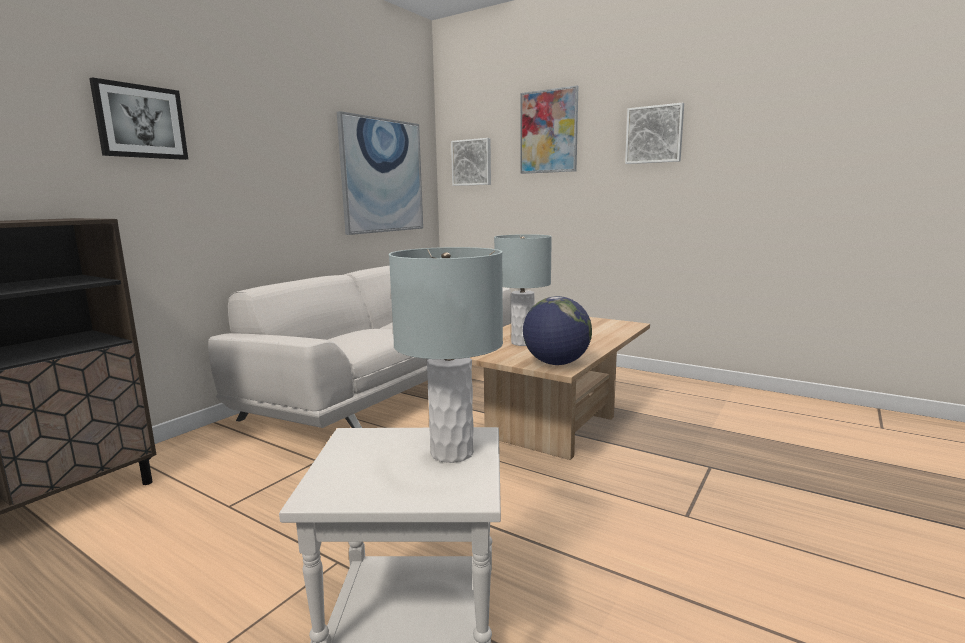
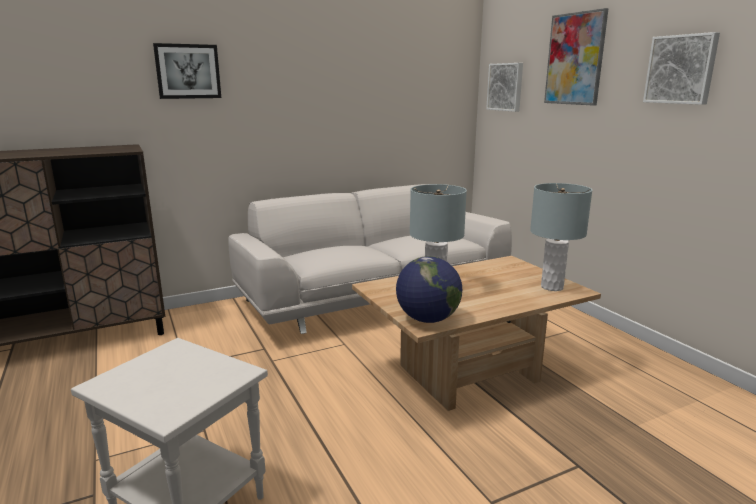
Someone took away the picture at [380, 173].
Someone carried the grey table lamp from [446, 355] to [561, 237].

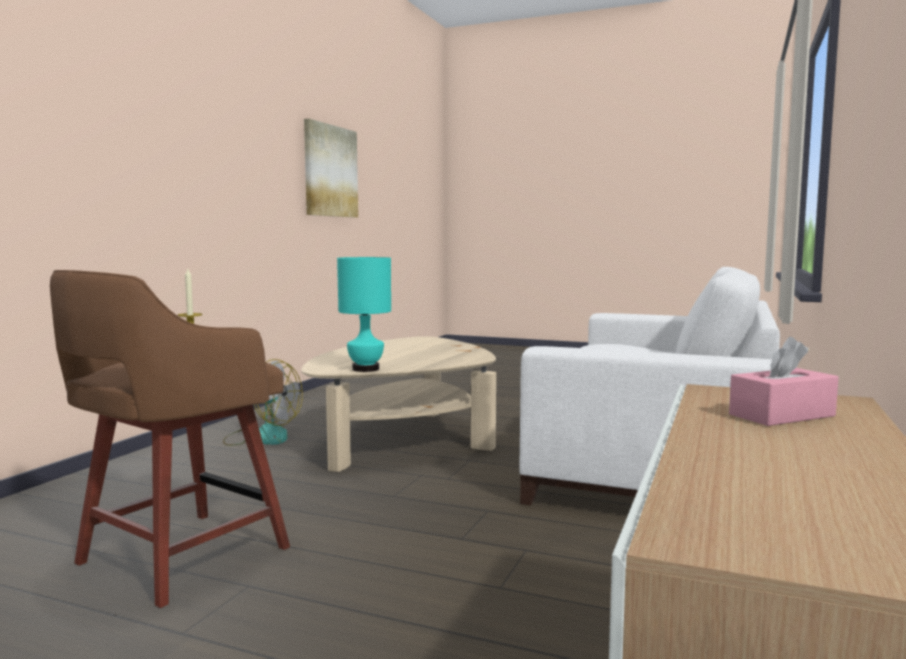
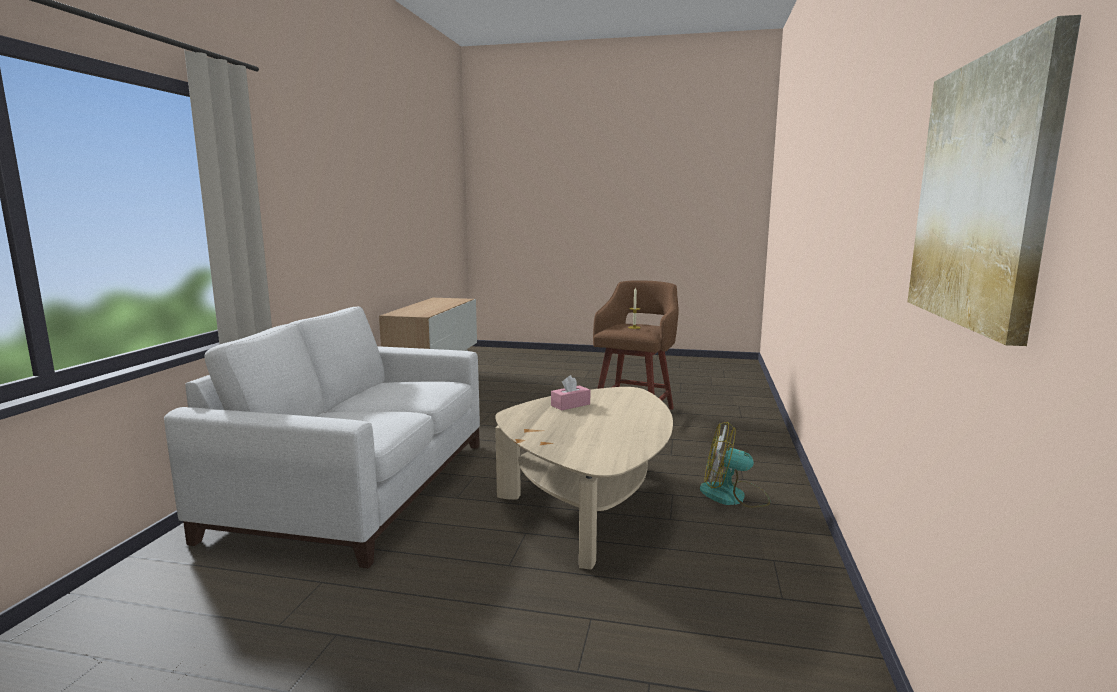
Someone took away the turquoise table lamp at [364, 314].
Someone carried the pink tissue box from [784, 381] to [570, 393].

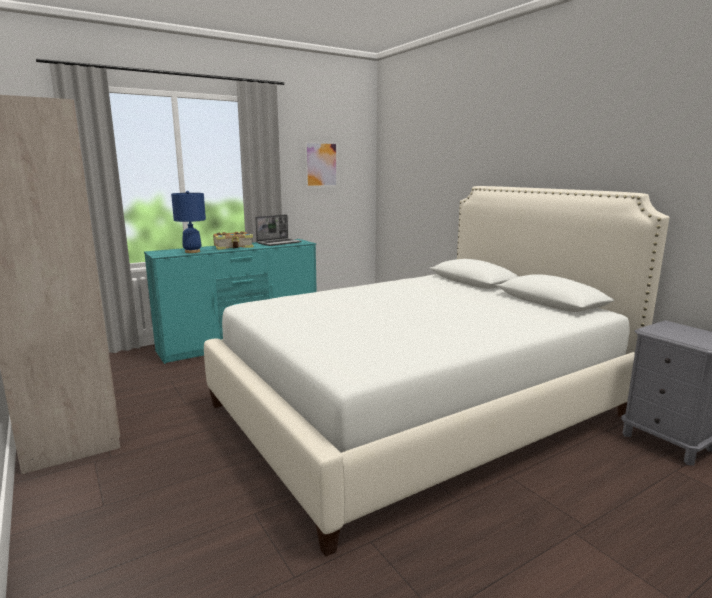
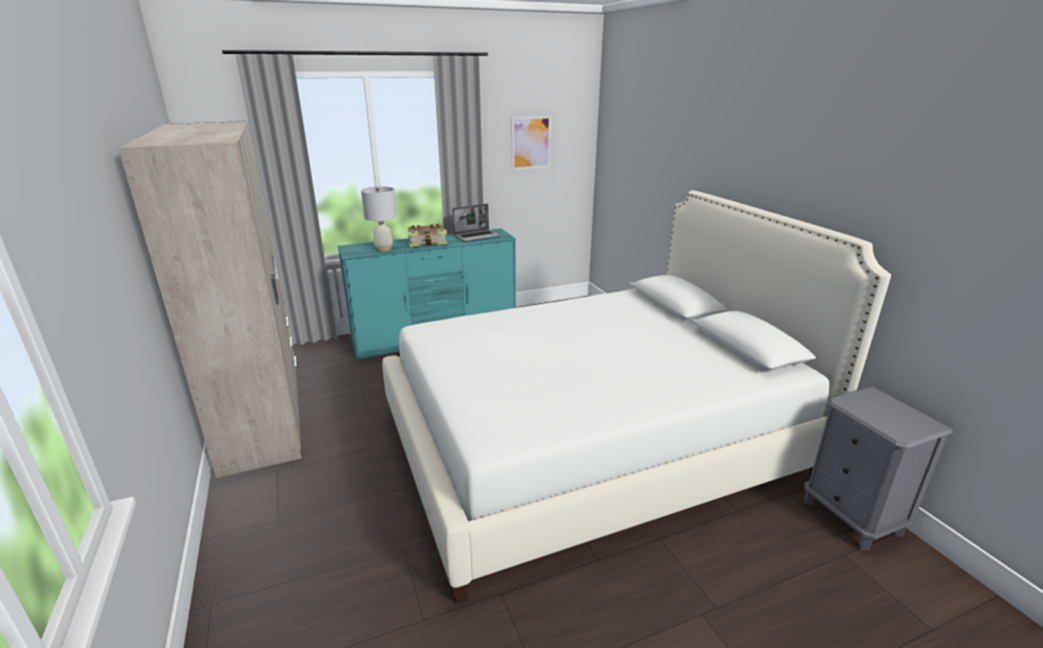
Someone repainted the blue table lamp at [188, 222], which became the white table lamp at [379, 219].

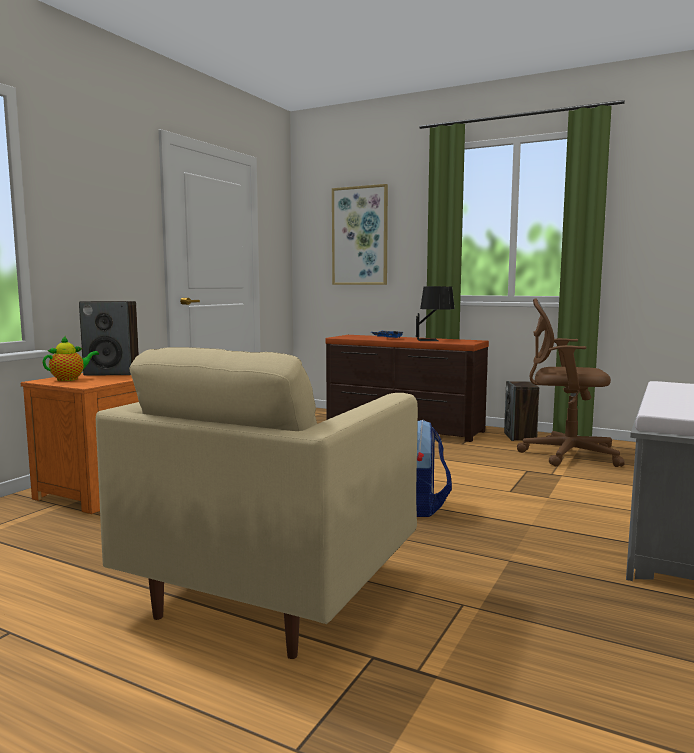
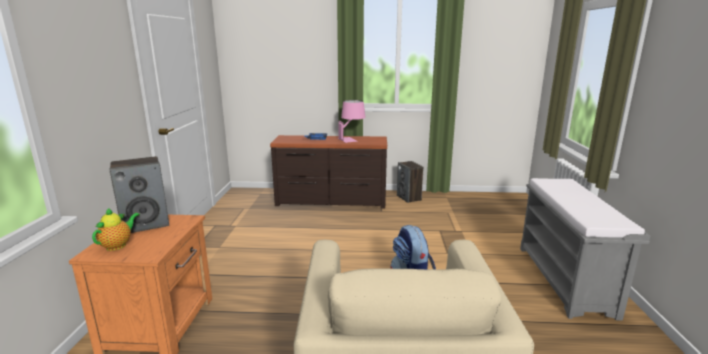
Someone took away the picture at [360, 234].
Someone repainted the black table lamp at [435, 313], which became the pink table lamp at [352, 121].
Someone took away the brown office chair at [571, 382].

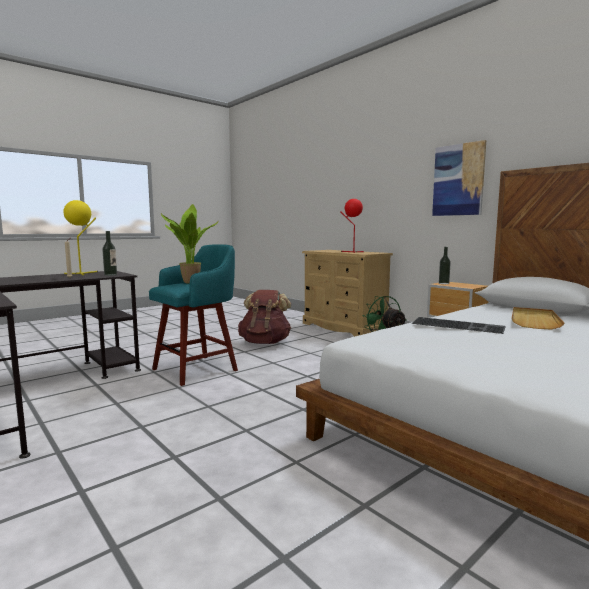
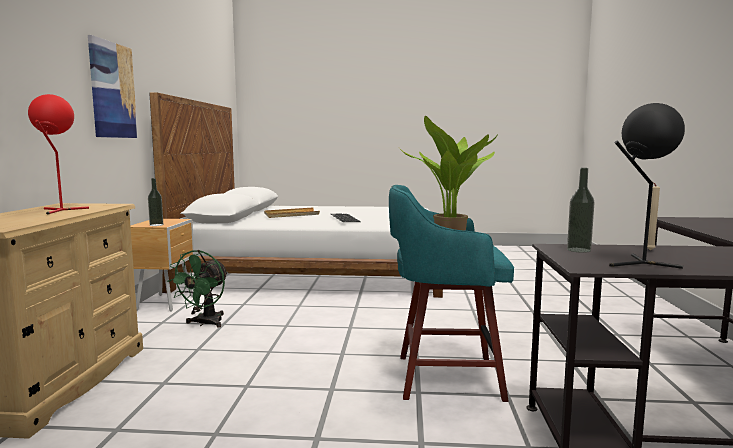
Someone repainted the yellow table lamp at [80, 237], which became the black table lamp at [647, 186].
Someone took away the brown backpack at [264, 317].

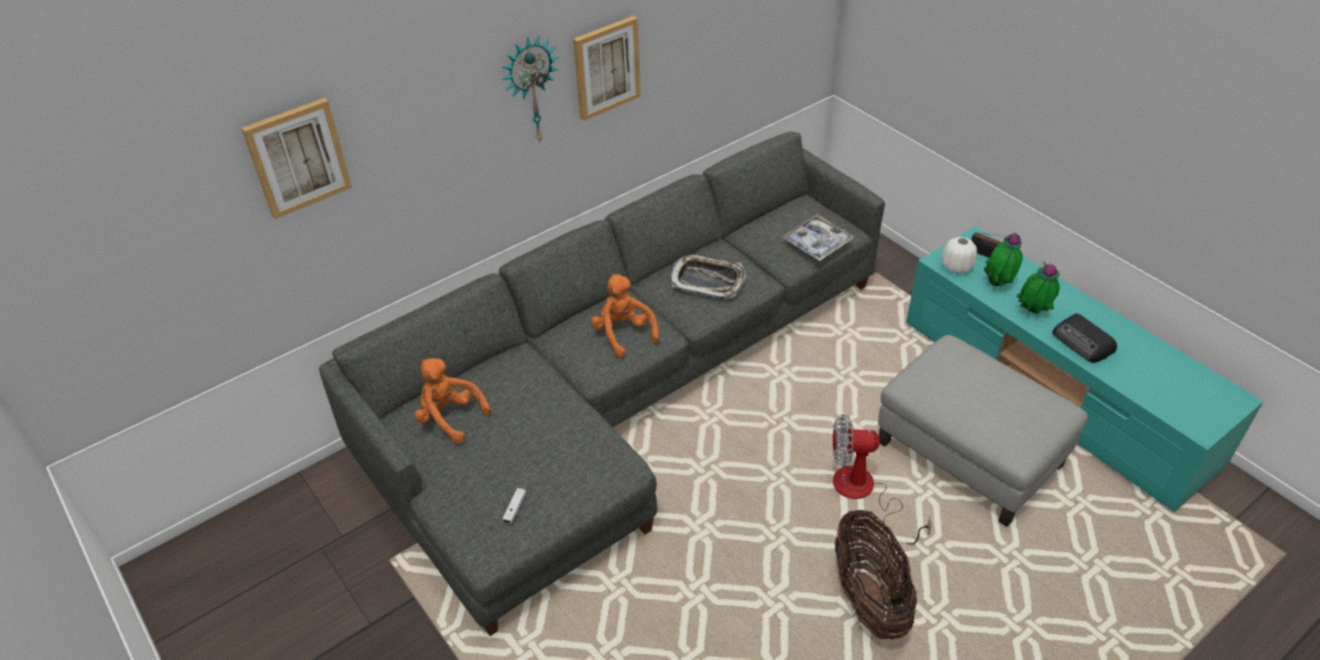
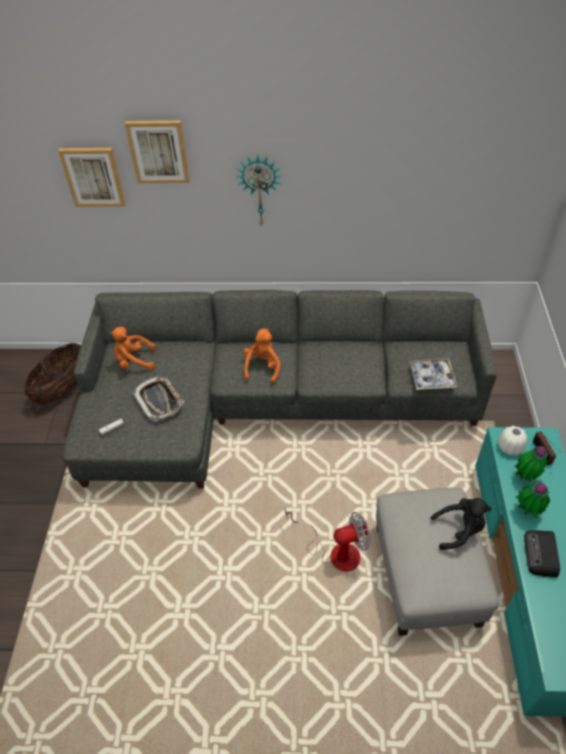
Someone carried the picture from [607, 68] to [157, 151].
Someone carried the tray from [708, 276] to [158, 399].
Someone rotated the orange plush toy at [452, 401] by 75 degrees counterclockwise.
Someone rotated the fan at [882, 479] by 120 degrees clockwise.
Someone carried the basket from [876, 575] to [52, 373].
Someone put down the black plush toy at [461, 524].

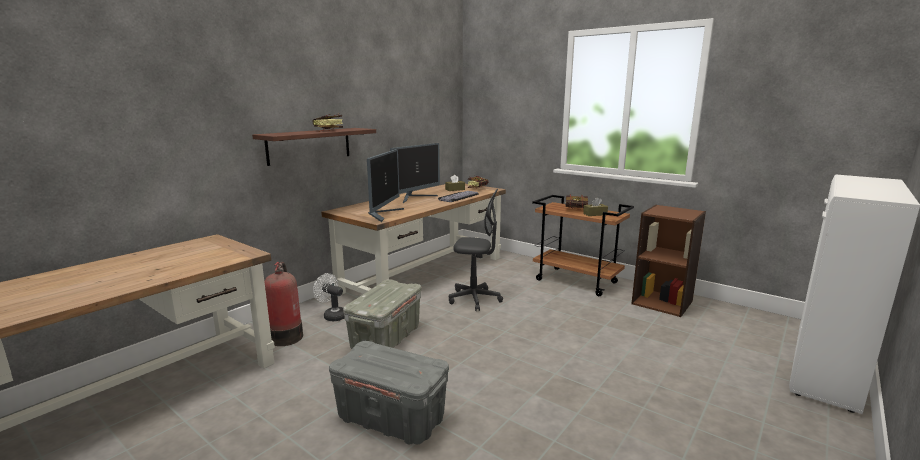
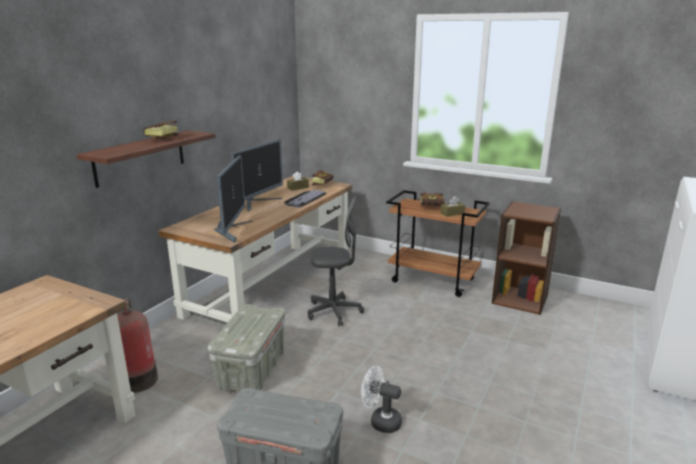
Someone carried the white fan from [329, 297] to [381, 399].

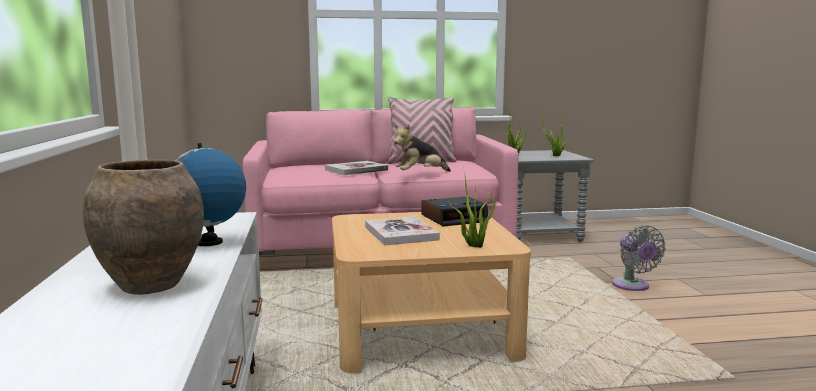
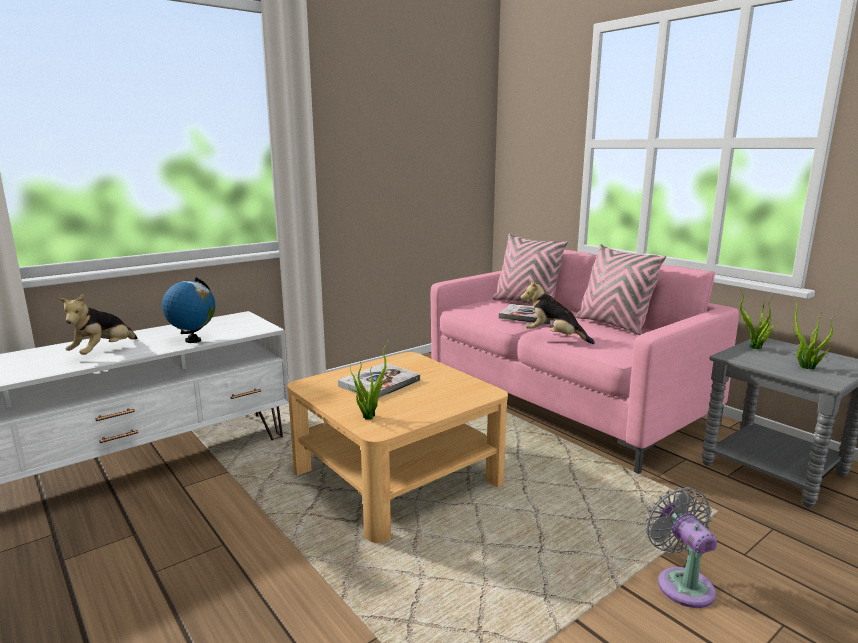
Someone swapped the brown vase at [143, 227] for the plush toy at [97, 324].
Someone took away the alarm clock at [454, 211].
Someone rotated the grey fan at [639, 258] by 120 degrees clockwise.
Someone put down the pink pillow at [530, 269].

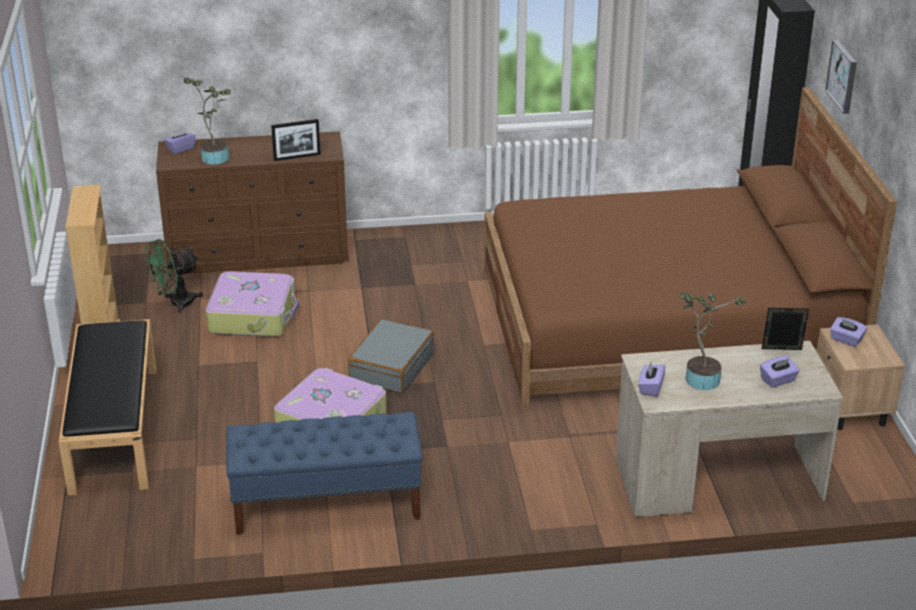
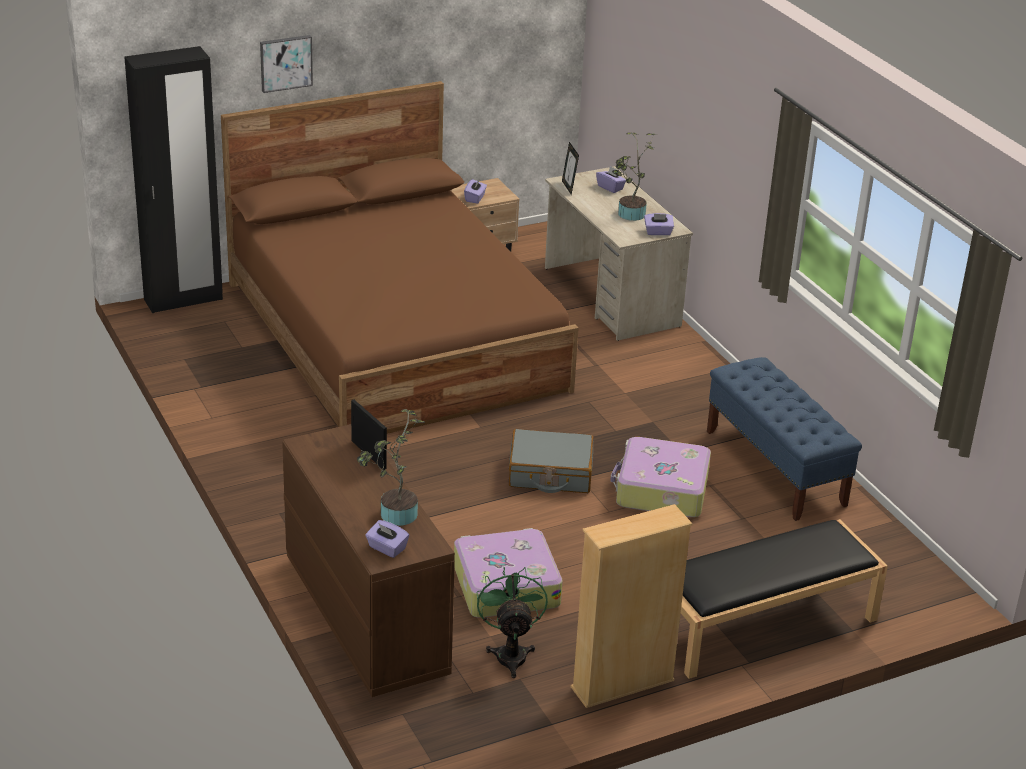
Someone rotated the green fan at [173, 276] by 135 degrees counterclockwise.

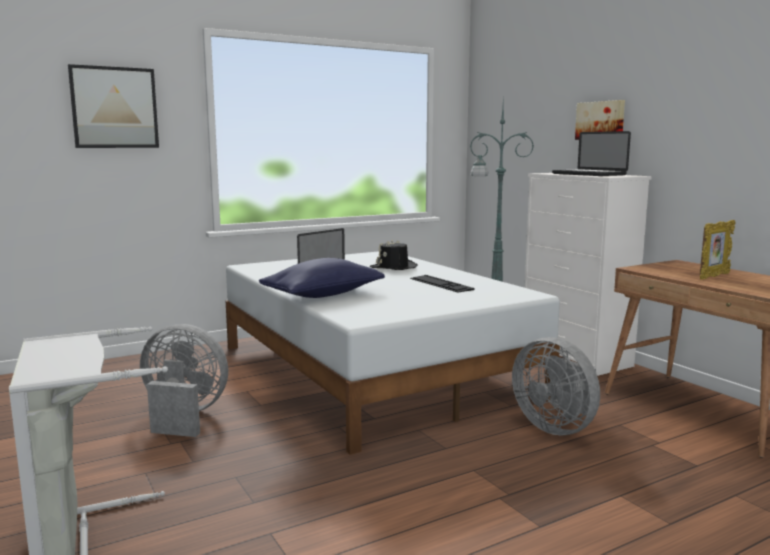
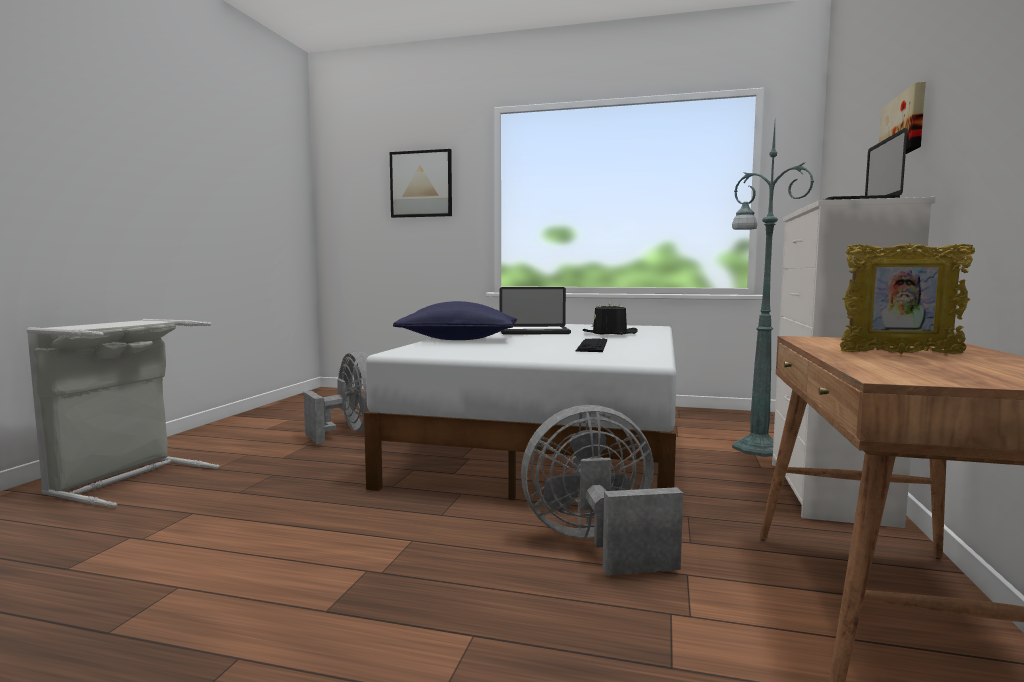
Someone rotated the grey fan at [556, 386] by 75 degrees clockwise.

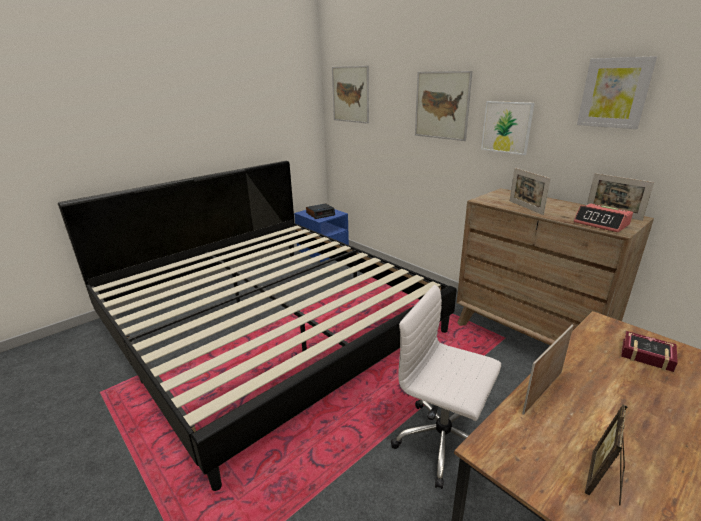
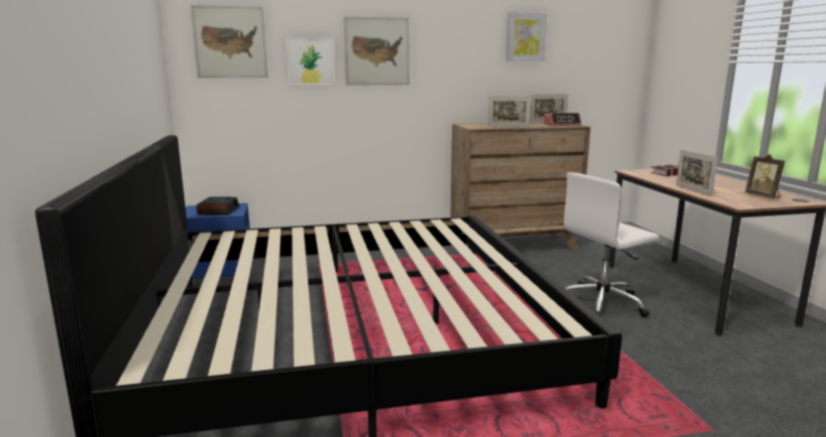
Someone carried the picture from [507, 128] to [310, 61].

